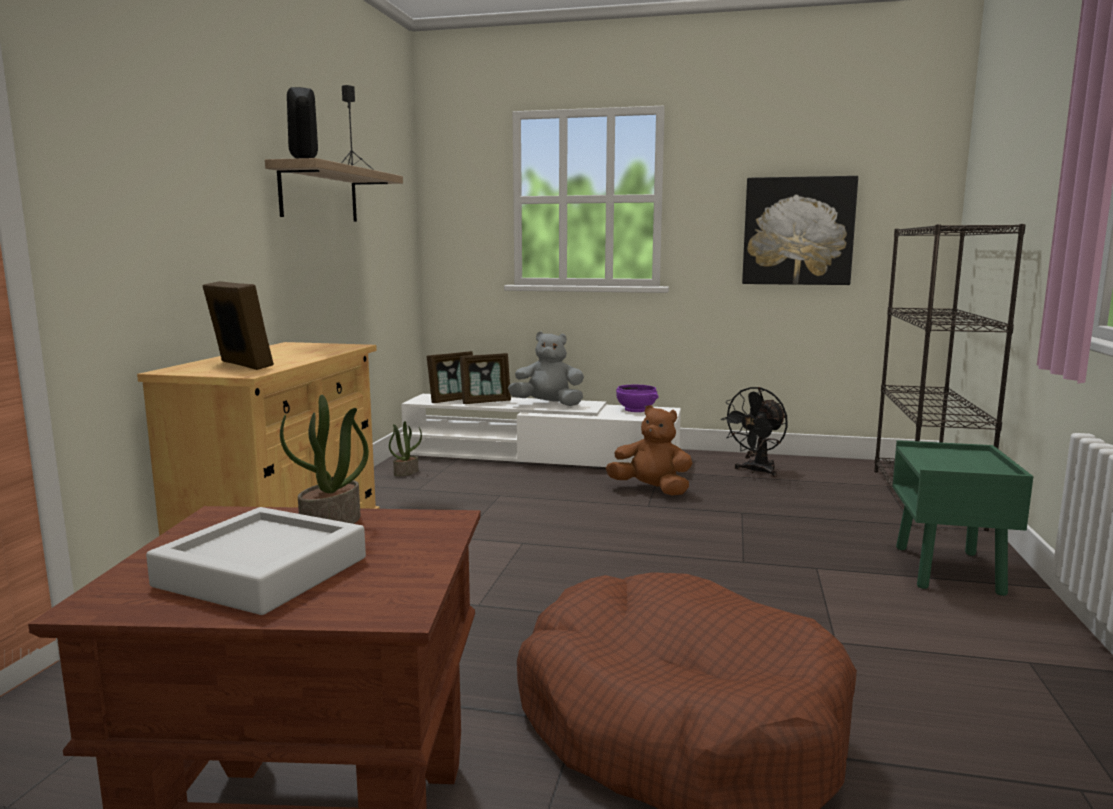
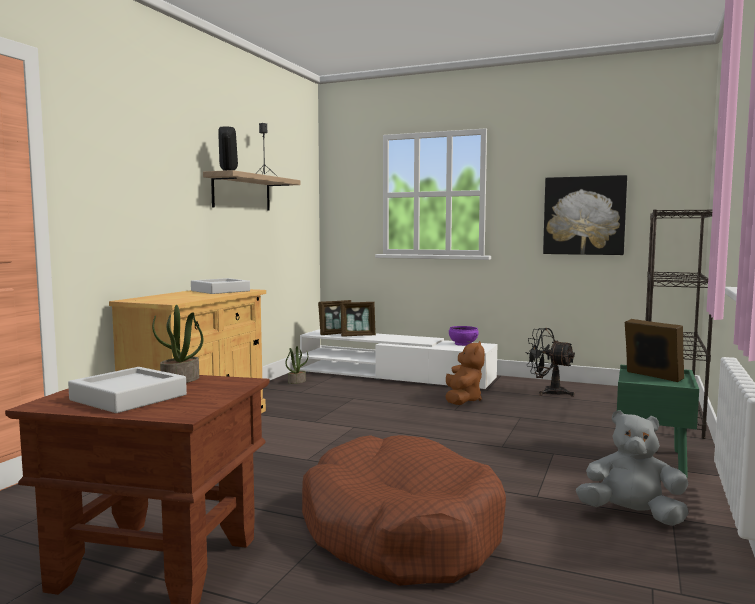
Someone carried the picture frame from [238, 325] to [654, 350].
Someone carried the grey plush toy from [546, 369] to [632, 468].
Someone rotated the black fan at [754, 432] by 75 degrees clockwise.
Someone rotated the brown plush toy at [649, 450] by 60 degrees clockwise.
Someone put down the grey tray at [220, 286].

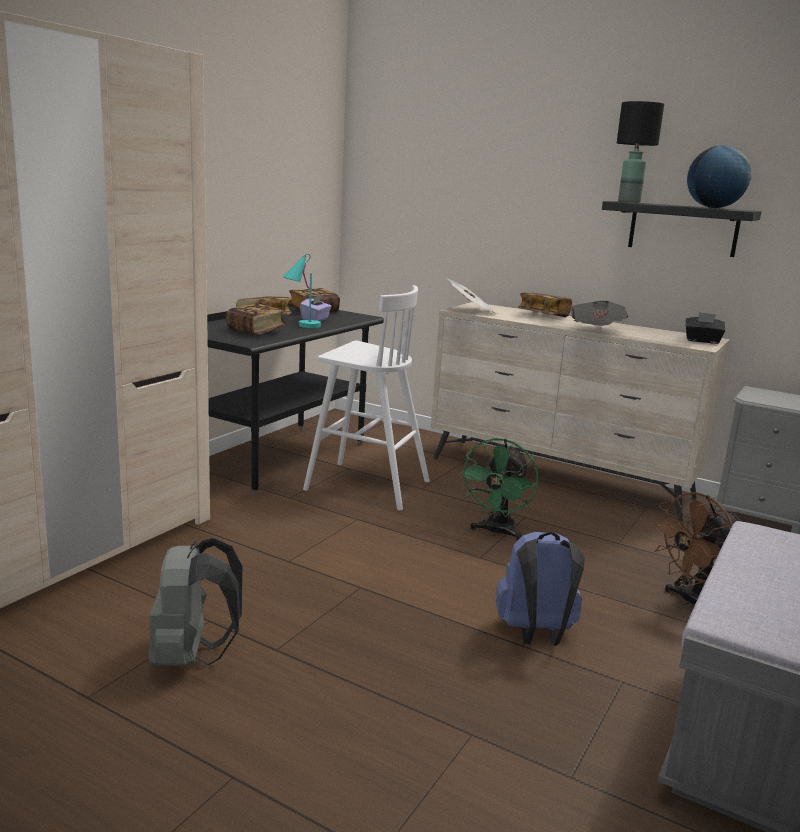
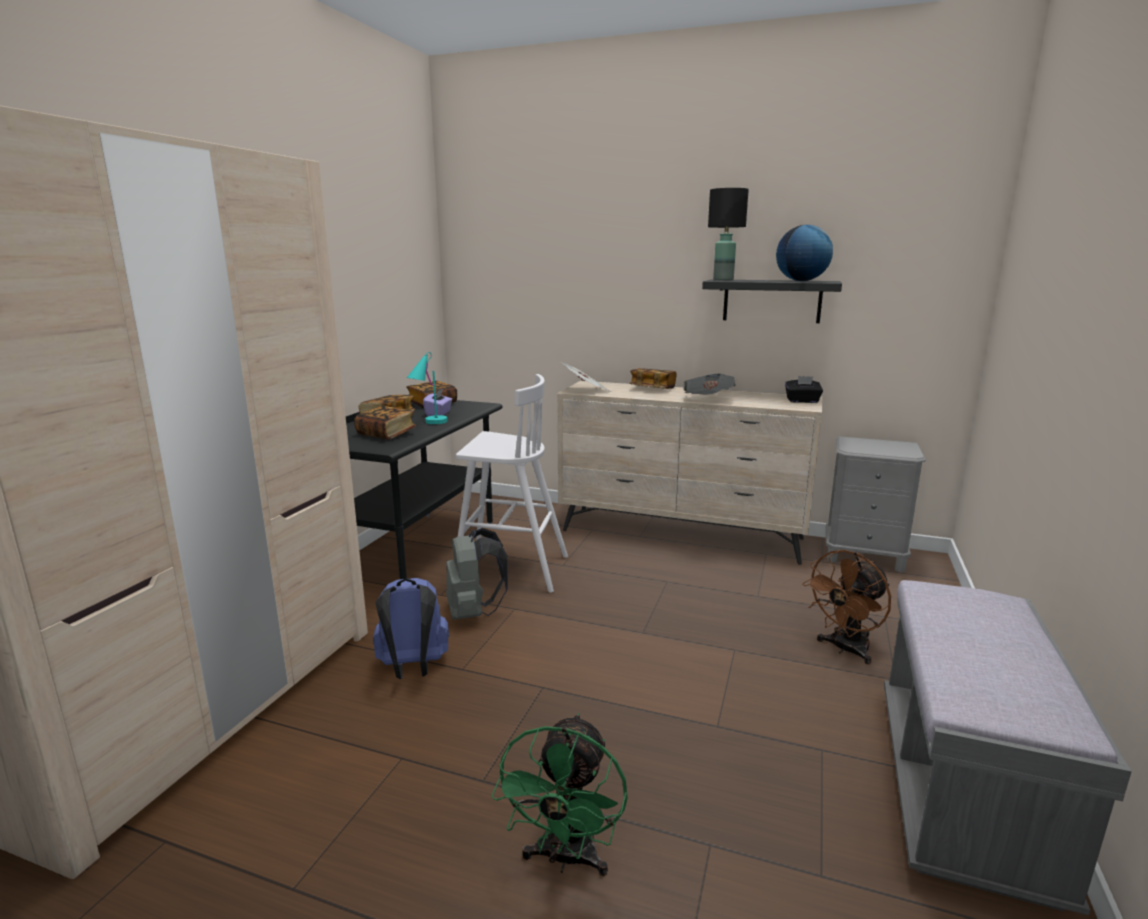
Someone carried the green fan from [498, 489] to [559, 794].
Someone carried the blue backpack from [540, 589] to [411, 628].
Someone carried the grey backpack from [195, 602] to [477, 574].

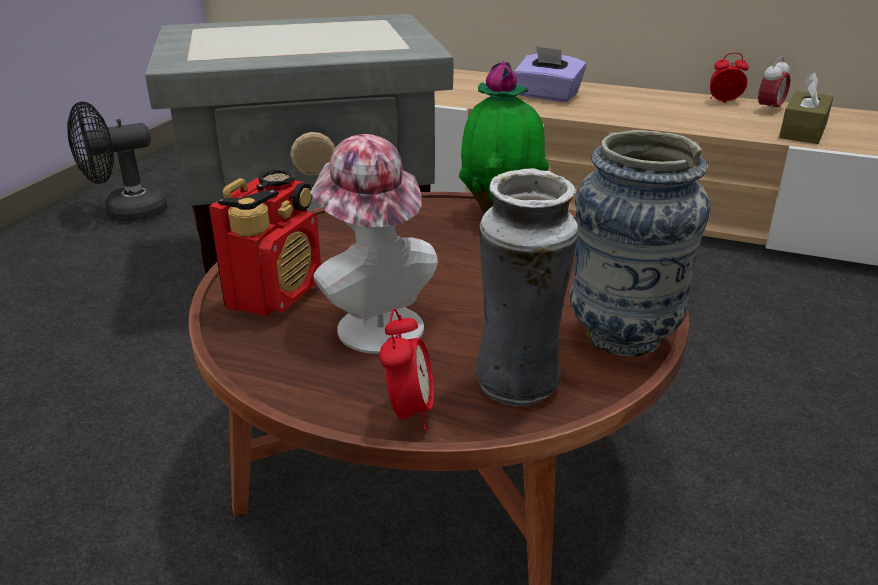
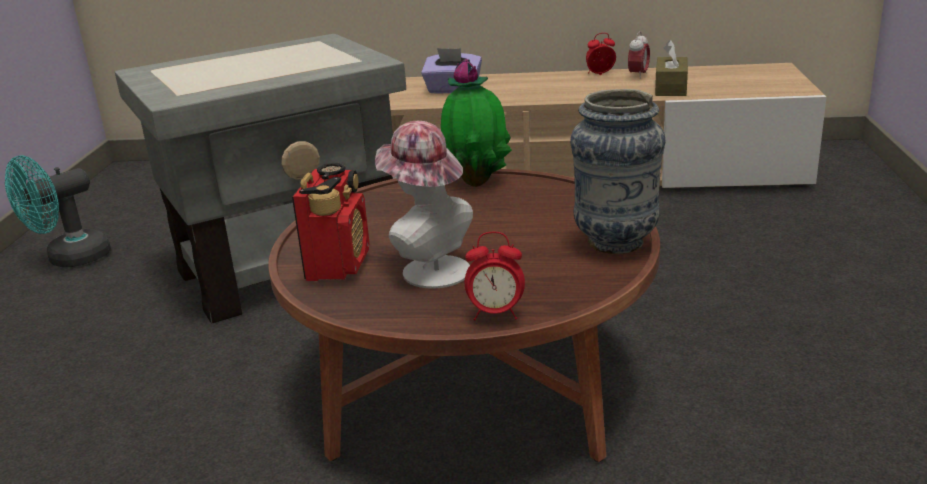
Someone repainted the black fan at [117, 161], which became the turquoise fan at [58, 211].
Someone took away the vase at [527, 287].
Someone rotated the alarm clock at [406, 369] by 105 degrees clockwise.

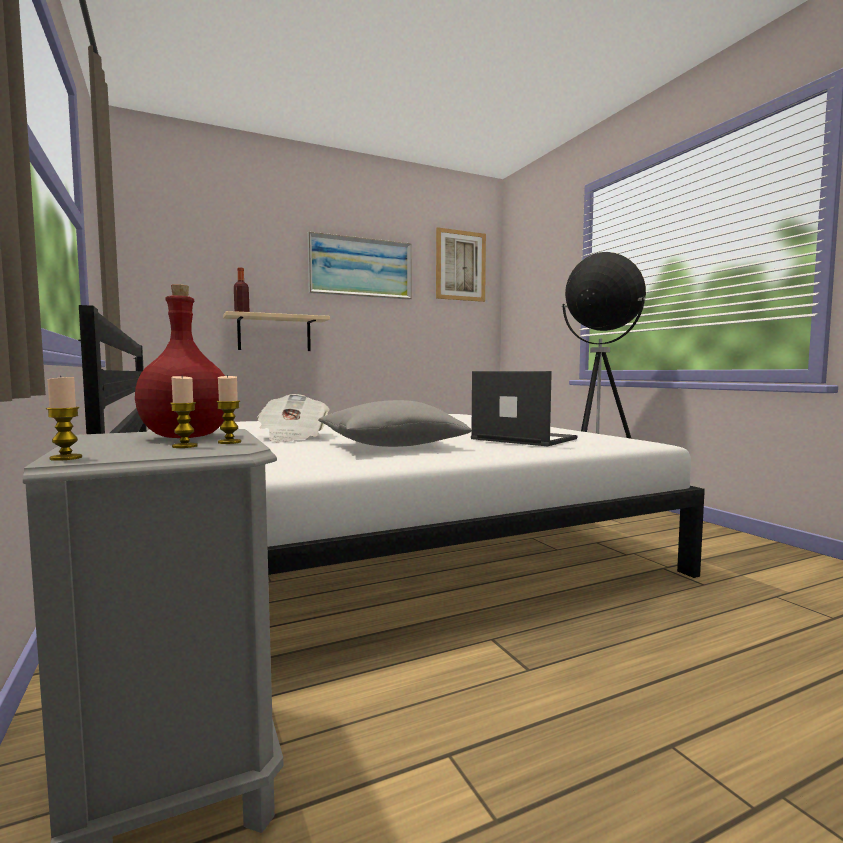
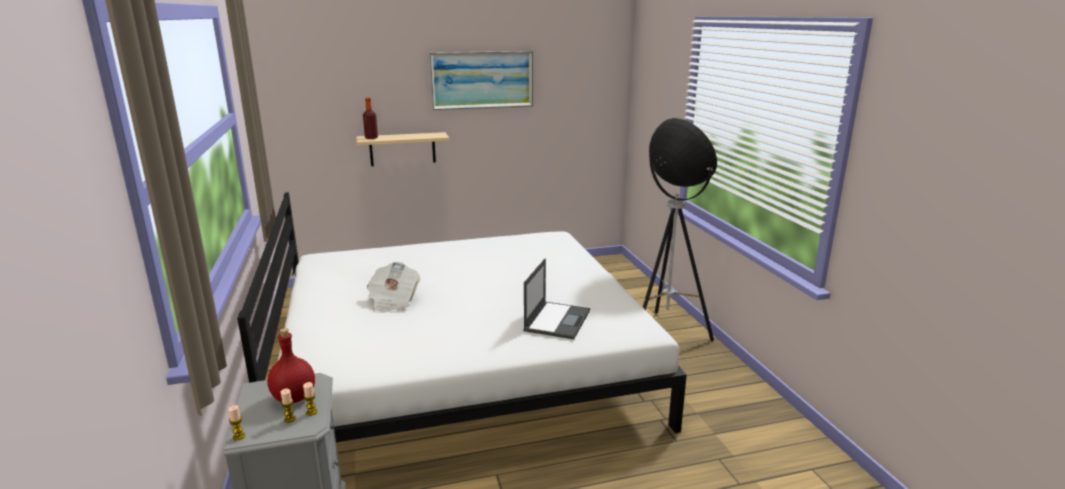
Someone took away the picture at [461, 264].
Someone rotated the laptop at [524, 408] by 60 degrees clockwise.
Someone took away the grey pillow at [395, 423].

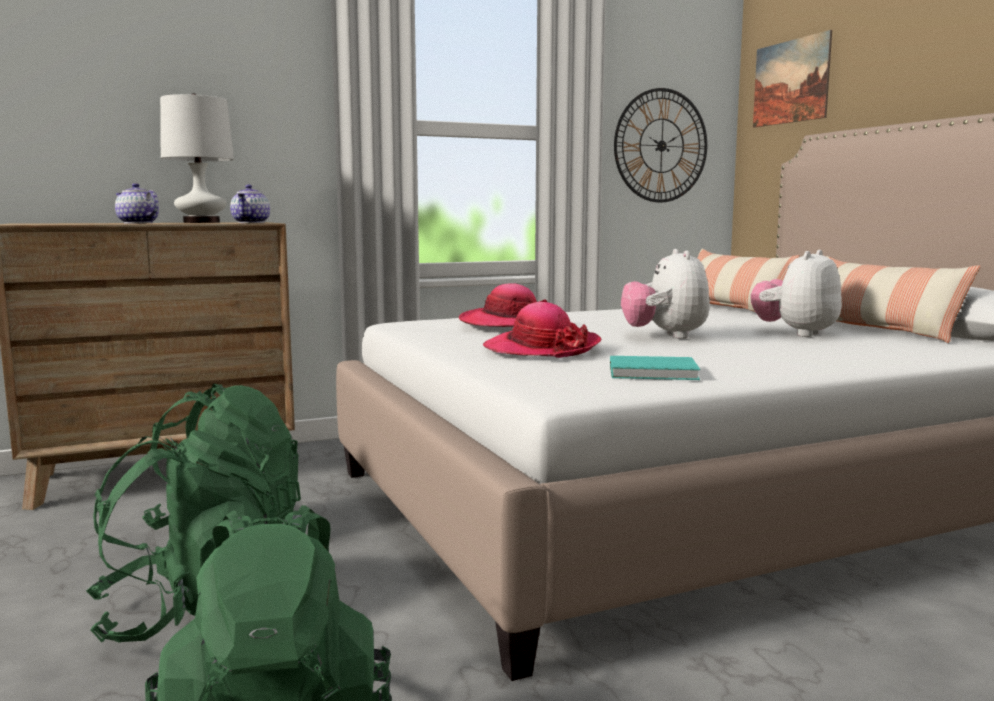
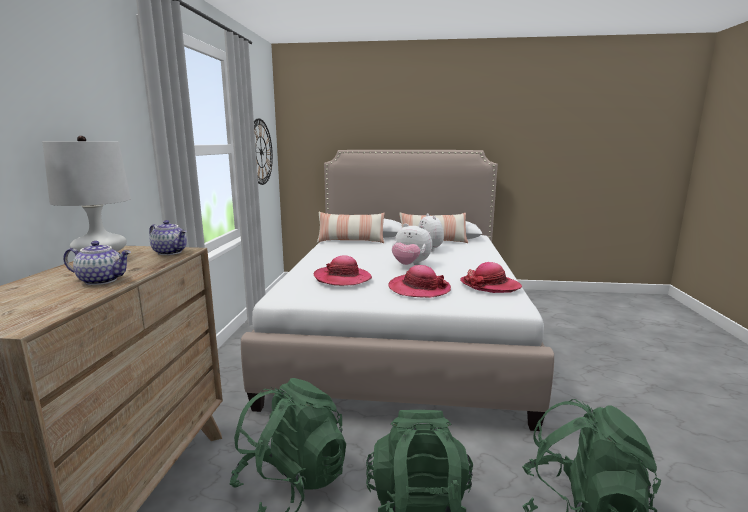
Someone took away the picture at [792, 79].
Someone rotated the teapot at [137, 203] by 150 degrees counterclockwise.
Someone swapped the turquoise book at [655, 368] for the hat at [491, 277].

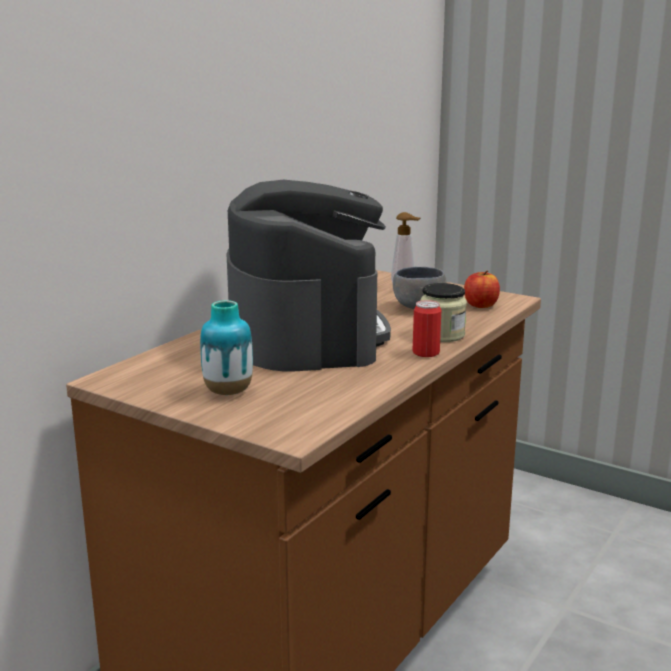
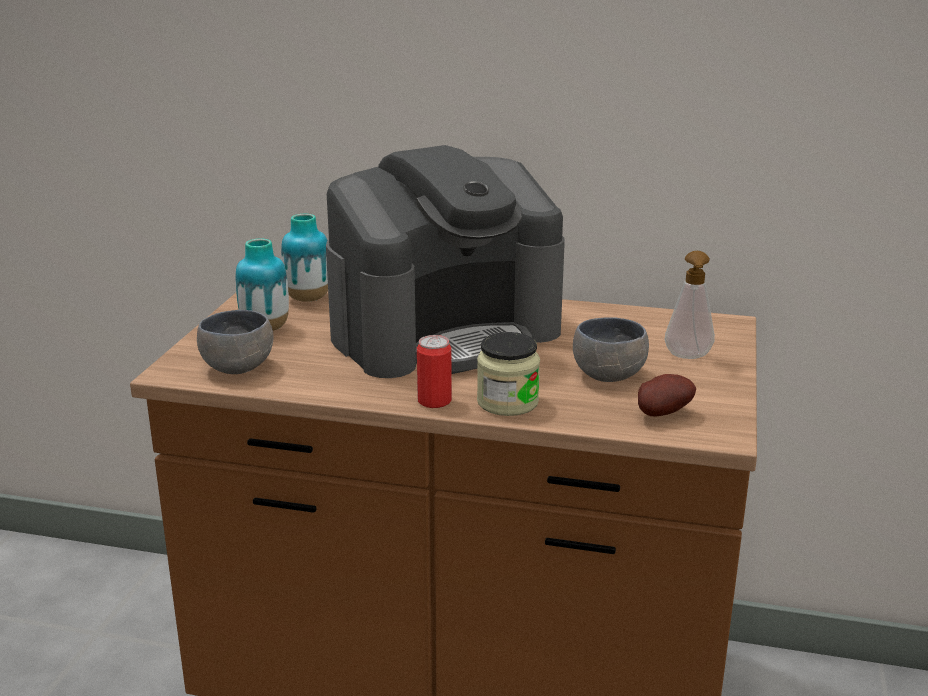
Someone swapped the apple at [482, 289] for the potato at [667, 395].
Someone put down the vase at [304, 258].
Someone put down the grey bowl at [235, 342].

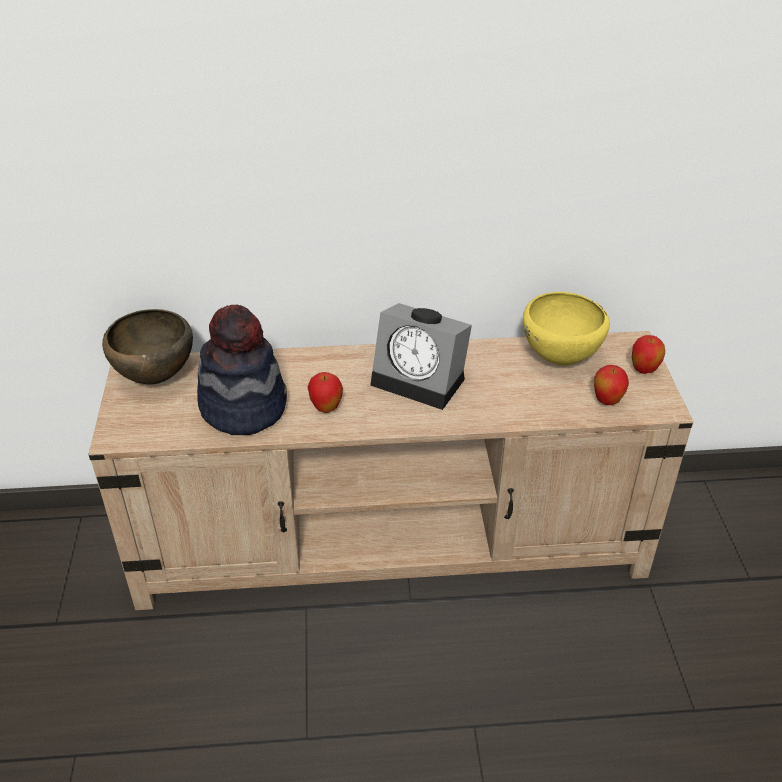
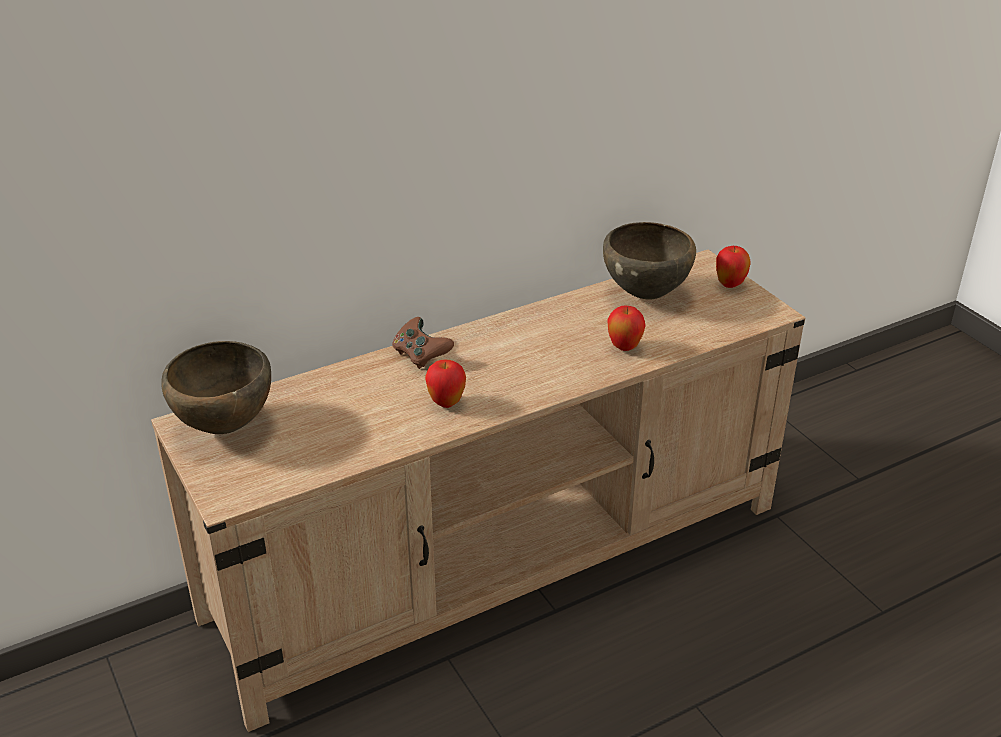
Someone repainted the yellow bowl at [566, 329], which became the brown bowl at [649, 260].
Someone took away the alarm clock at [421, 356].
Someone took away the hat at [242, 370].
Someone carried the apple from [611, 385] to [626, 328].
Someone put down the brown game controller at [423, 343].

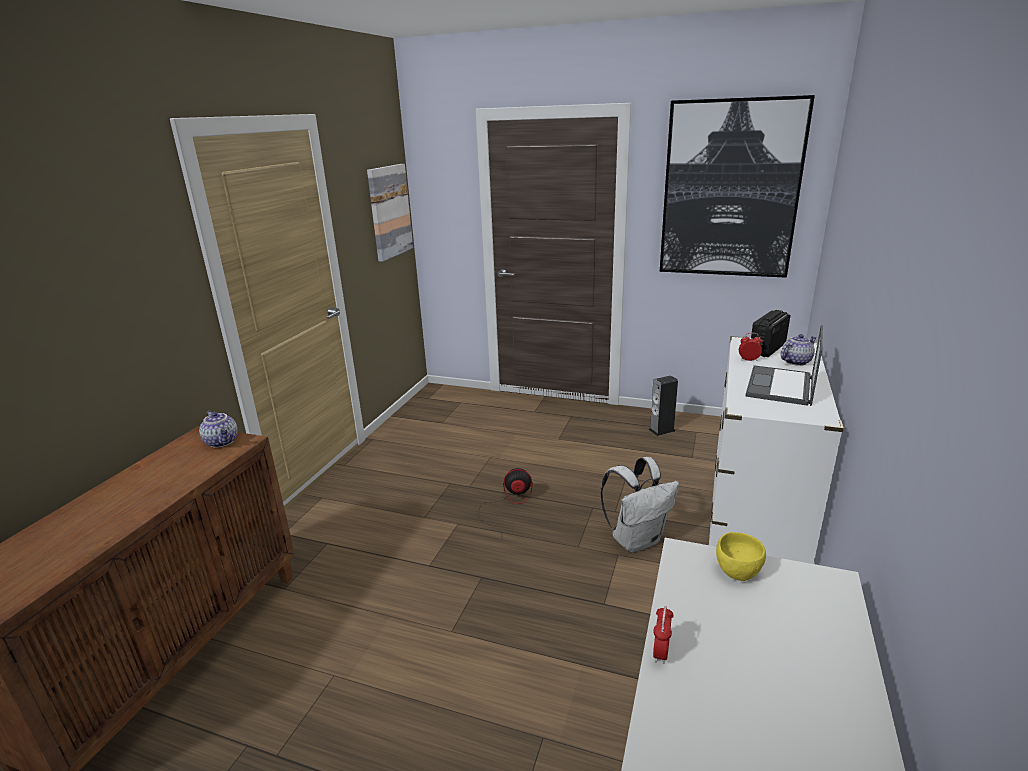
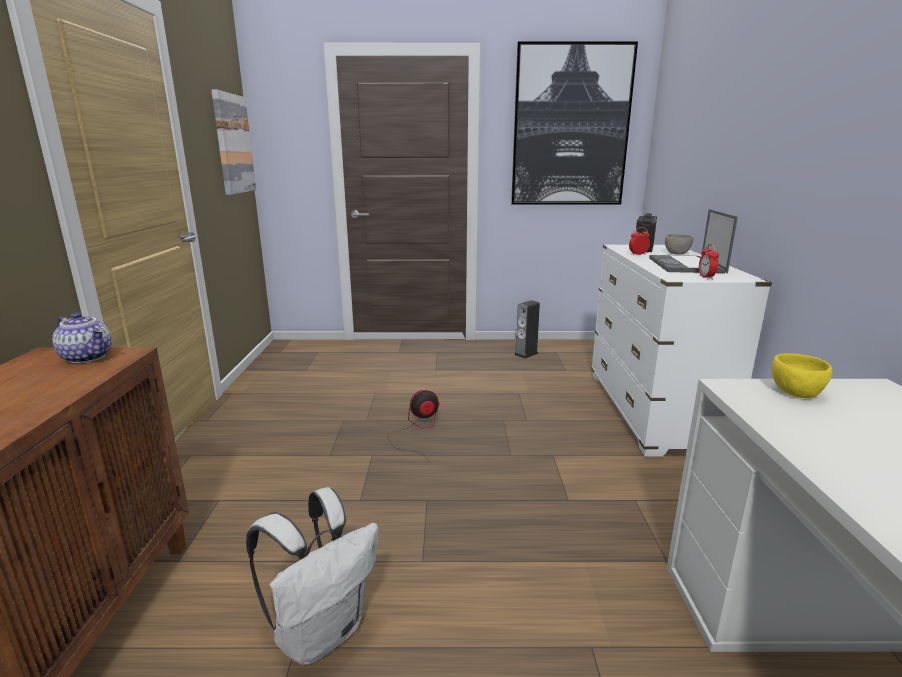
Someone swapped the teapot at [799, 350] for the grey bowl at [679, 244].
Someone carried the white backpack from [640, 504] to [312, 576].
Someone carried the alarm clock from [663, 634] to [709, 261].

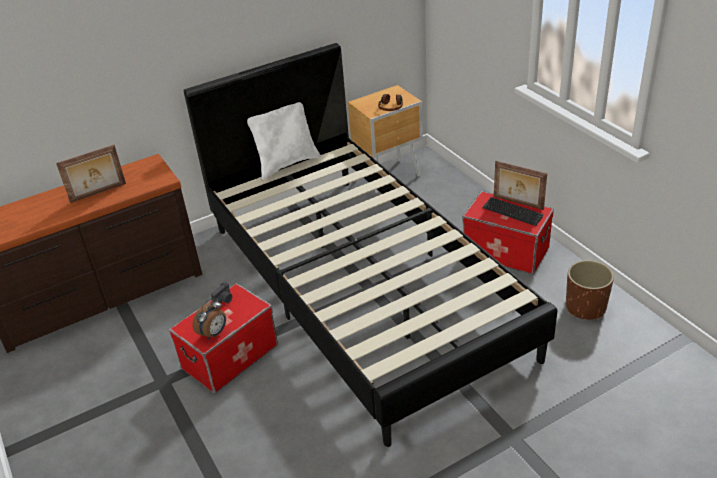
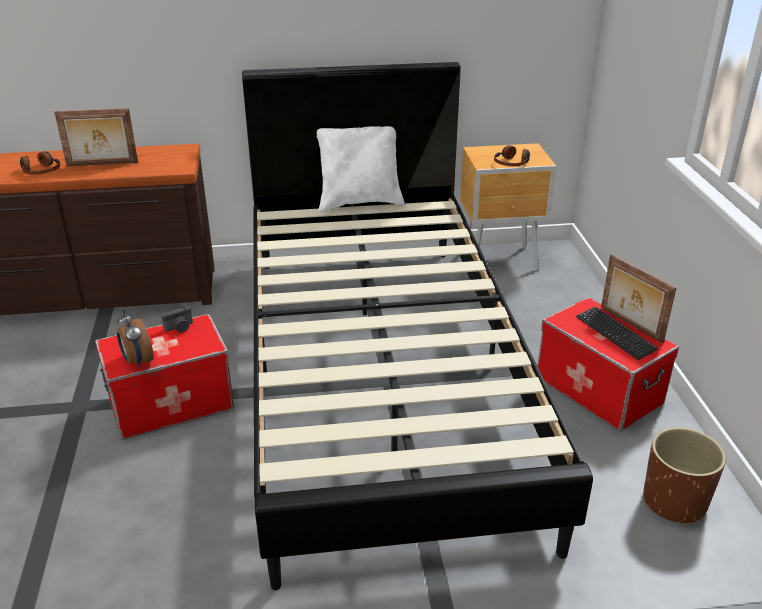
Someone rotated the alarm clock at [209, 319] by 90 degrees clockwise.
Someone put down the headphones at [40, 163].

